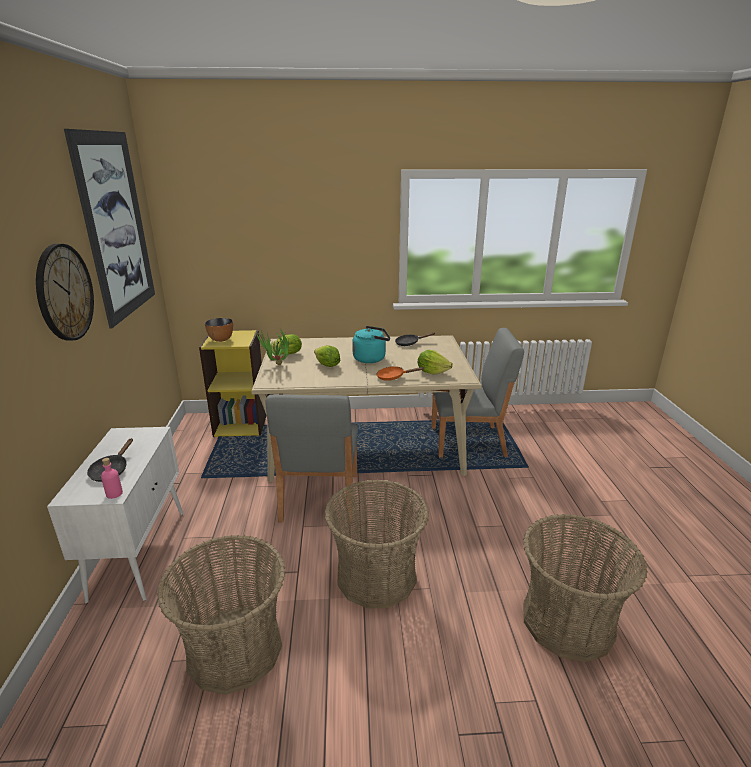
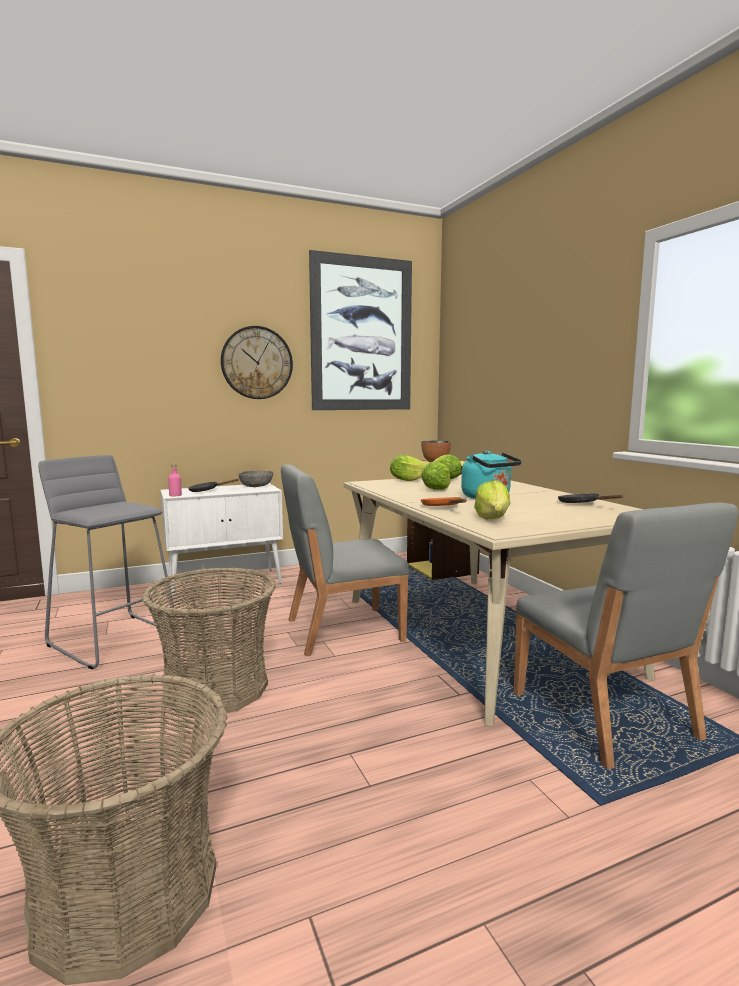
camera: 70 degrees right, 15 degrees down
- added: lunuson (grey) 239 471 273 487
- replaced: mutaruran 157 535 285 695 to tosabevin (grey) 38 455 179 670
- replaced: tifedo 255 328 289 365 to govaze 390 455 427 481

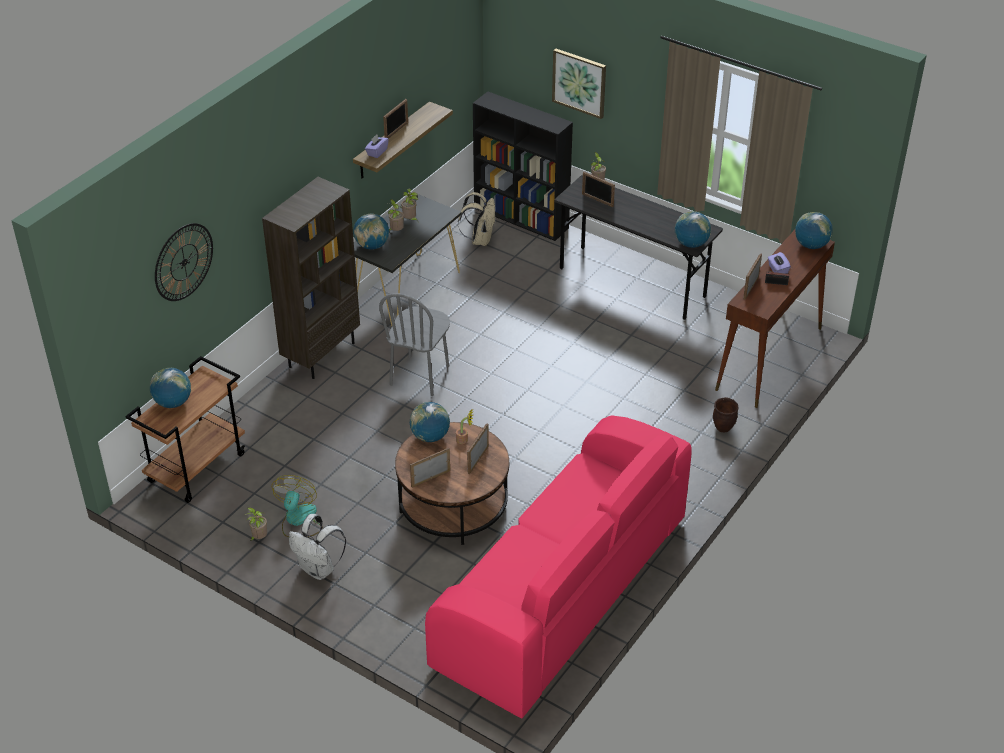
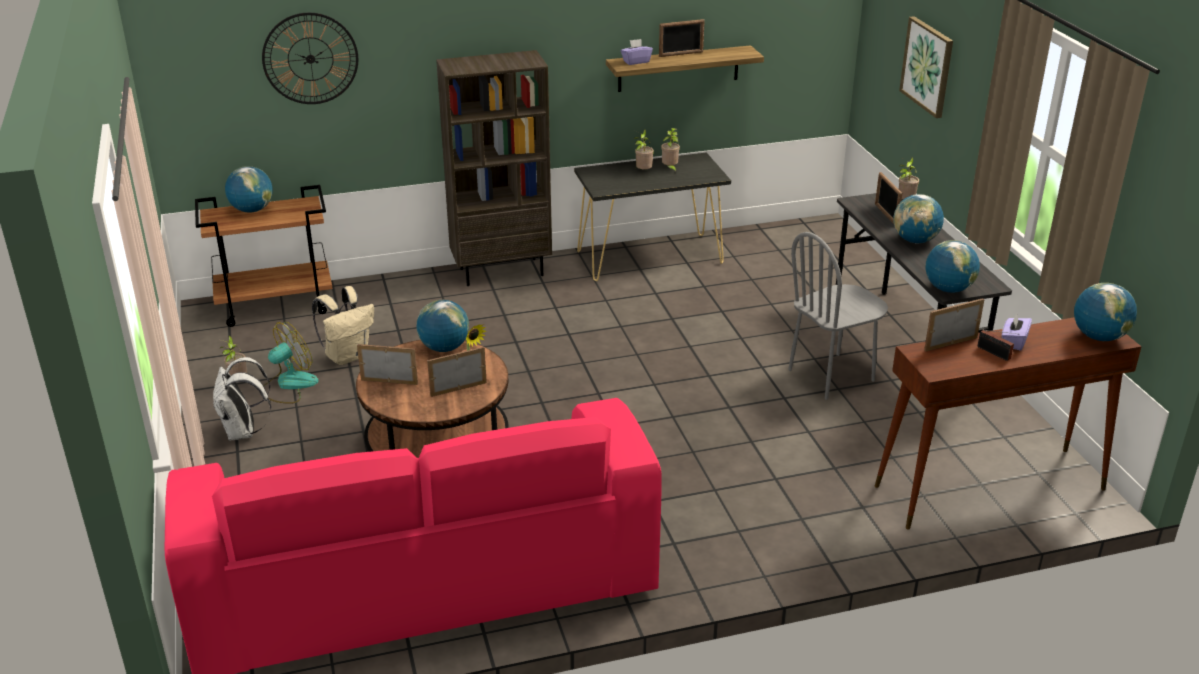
camera: 40 degrees right, 10 degrees down
- removed: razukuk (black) 473 91 573 241
- removed: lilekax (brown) 713 397 739 432
- moved: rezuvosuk 353 213 389 250 to 893 194 944 243
- moved: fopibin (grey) 379 293 450 396 to 788 232 888 400
- moved: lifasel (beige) 458 192 496 246 to 312 286 374 365

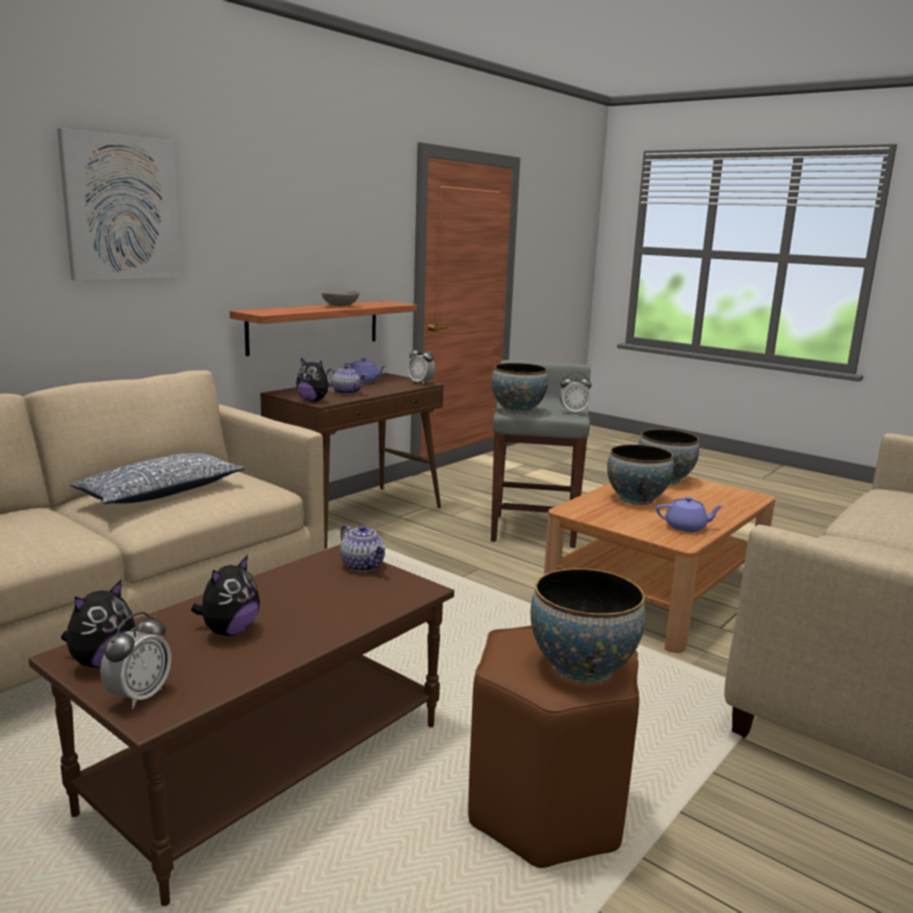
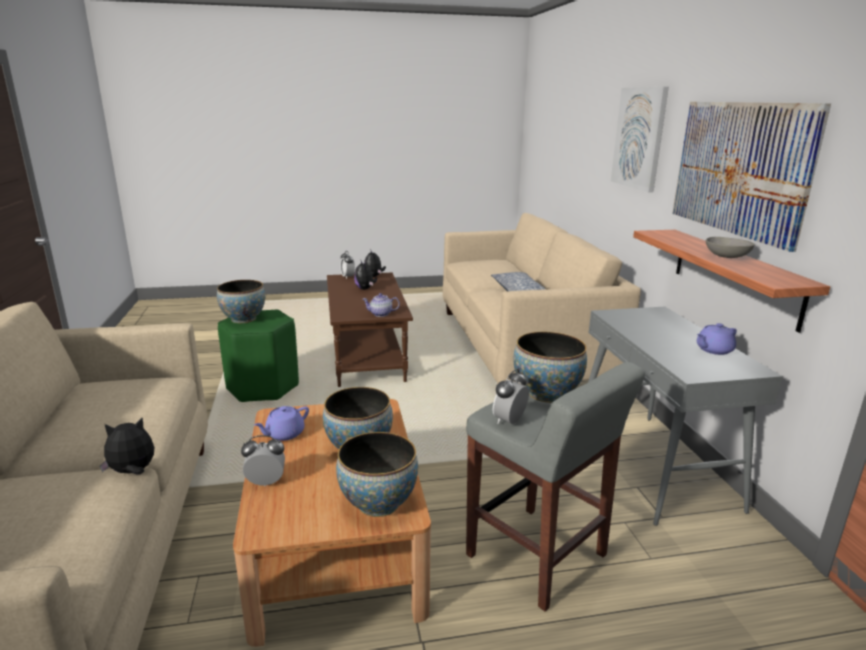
camera: 130 degrees right, 5 degrees up
- removed: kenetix 326 365 367 395
- added: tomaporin 672 102 831 252
- moved: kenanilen 296 358 334 402 to 100 418 154 475
- moved: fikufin 408 345 435 385 to 241 435 285 486
- recoloured: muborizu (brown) 260 373 444 549 to muborizu (grey) 588 307 783 526
- recoloured: tosabevin (brown) 468 625 639 868 to tosabevin (green) 218 310 299 402

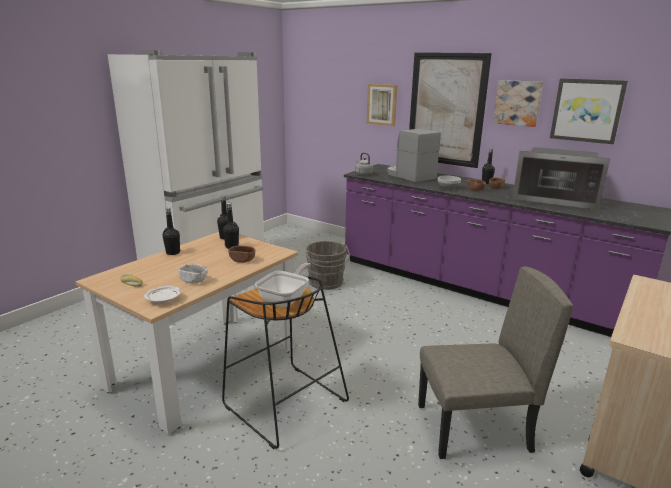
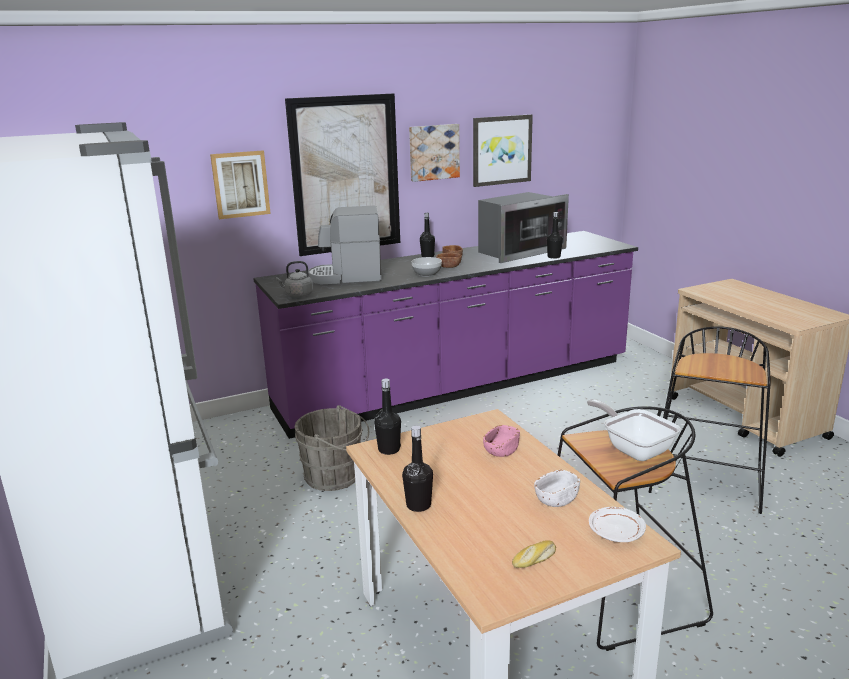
camera: 60 degrees left, 0 degrees up
- moved: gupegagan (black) 223 203 239 249 to 547 212 563 259
- replaced: fopibin (beige) 418 266 573 459 to tosabevin (black) 649 326 771 514
- recoloured: lunuson (brown) 228 246 255 263 to lunuson (pink) 483 425 520 457

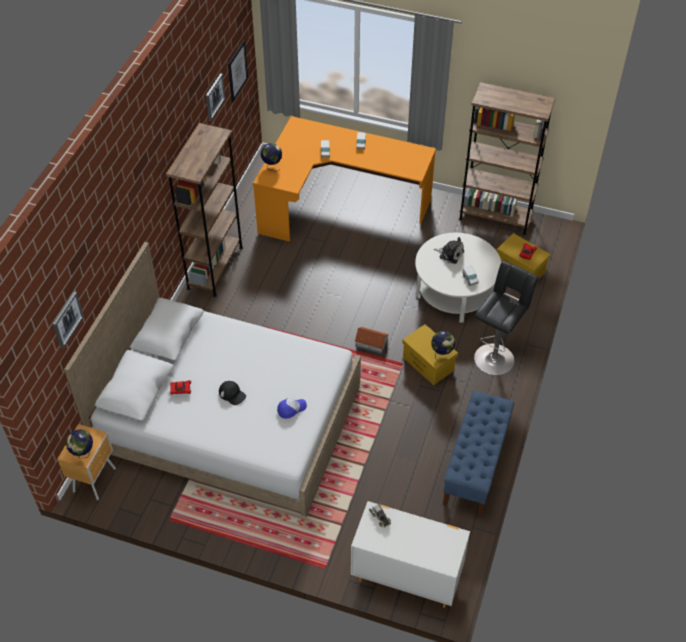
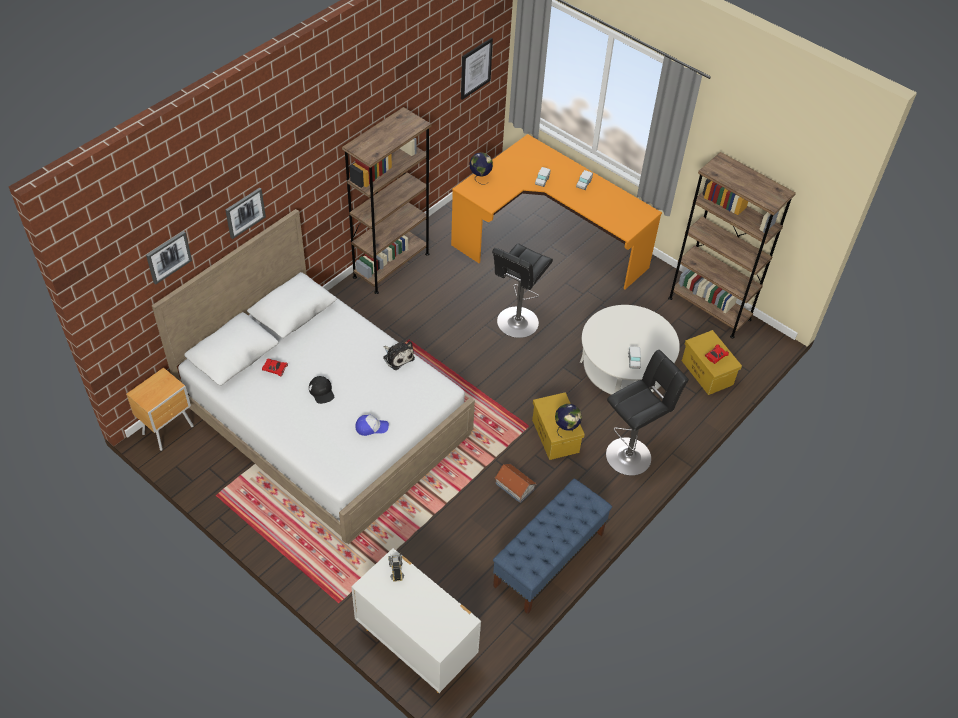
camera: 20 degrees right, 0 degrees up
- removed: rezuvosuk 66 429 93 459
- added: tosabevin (black) 492 243 553 338
- moved: tomaporin 206 73 225 121 to 225 188 266 239
- moved: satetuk 355 327 389 354 to 495 464 536 503
- moved: kenanilen 434 237 464 264 to 383 341 415 370

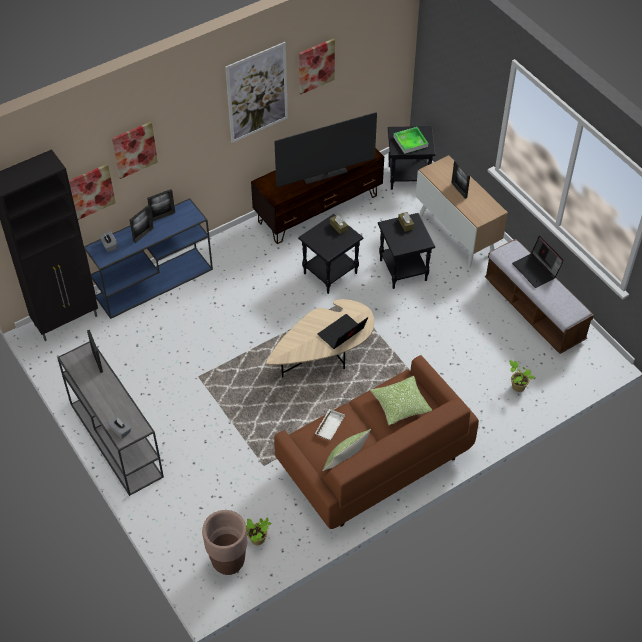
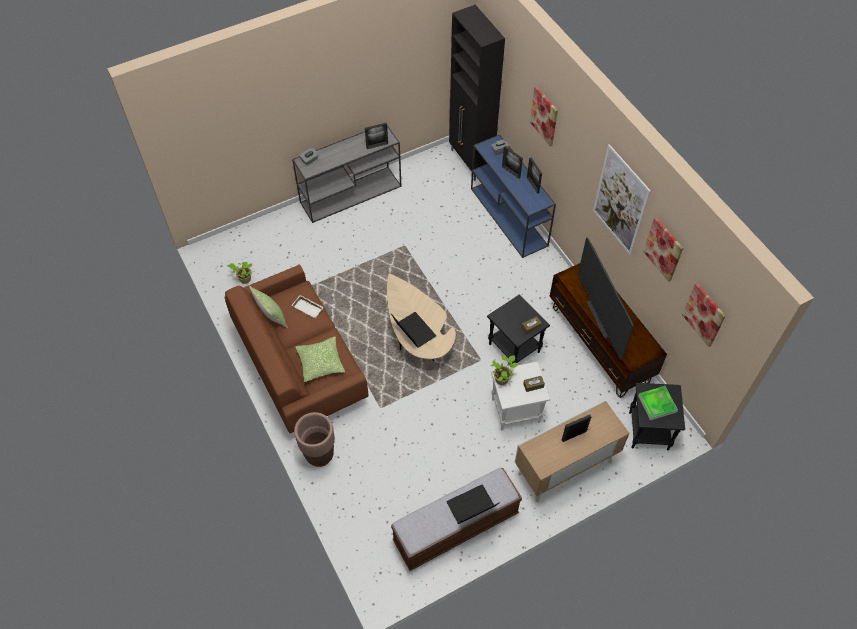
camera: 95 degrees right, 5 degrees up
- moved: tomaporin 69 164 116 220 to 682 283 726 347
- moved: lilekax (brown) 202 510 247 575 to 294 412 335 467
- moved: tifedo 509 360 535 392 to 491 355 518 385
- recoloured: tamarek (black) 378 213 435 289 to tamarek (white) 491 362 550 431

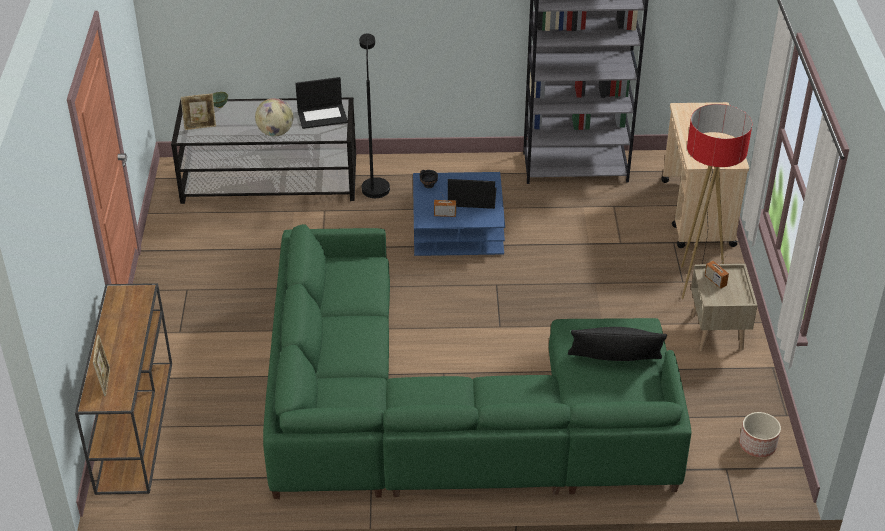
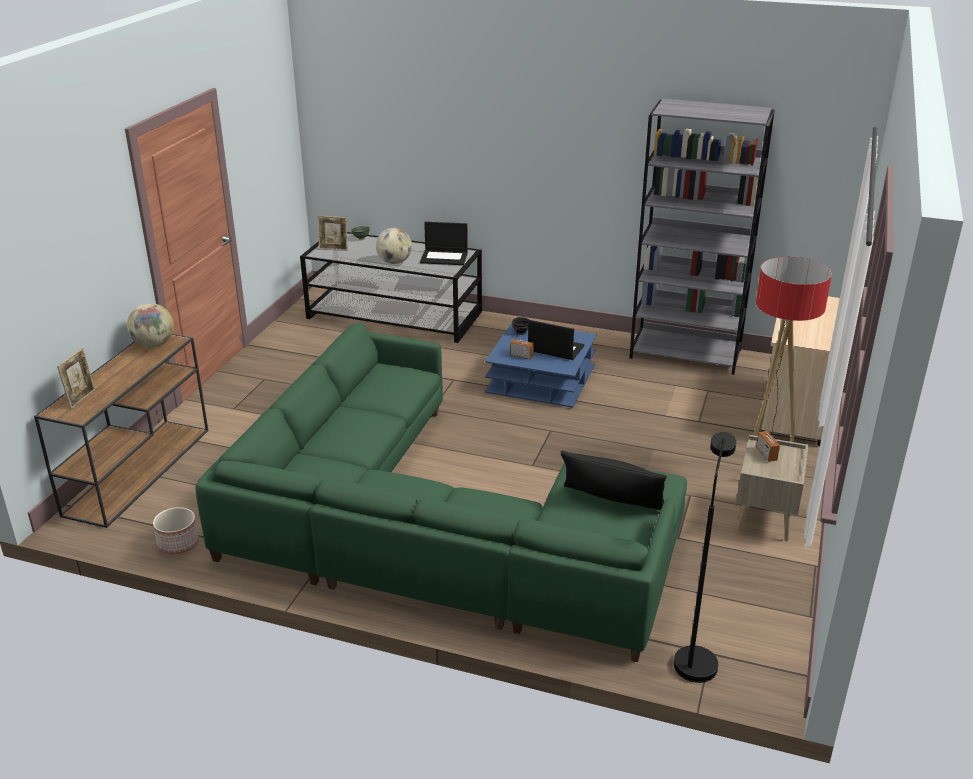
camera: 20 degrees right, 10 degrees down
- added: rezuvosuk 127 303 174 348
- moved: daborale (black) 359 33 390 198 to 674 432 736 683
- moved: lilekax 739 412 781 457 to 153 507 199 555

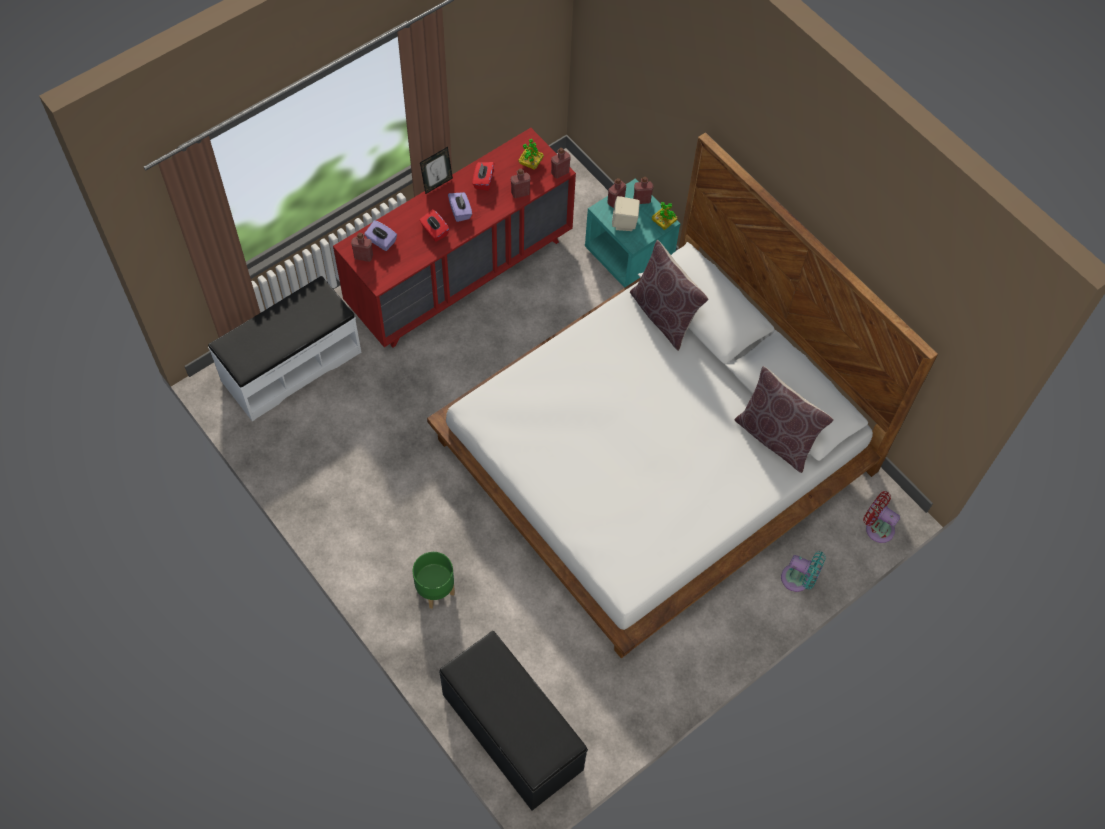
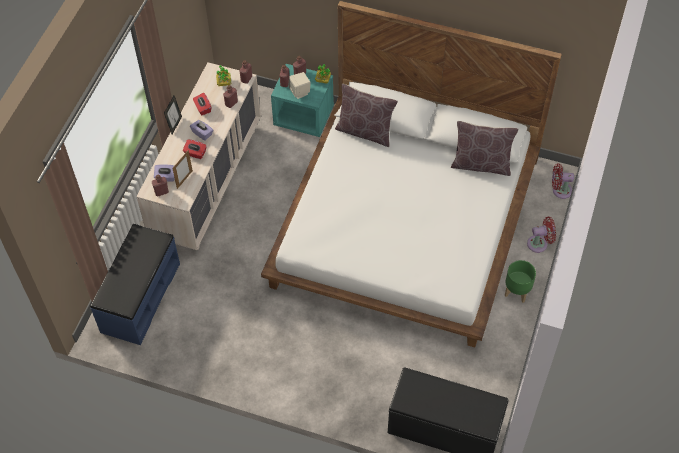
camera: 30 degrees left, 5 degrees down
- added: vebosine 172 150 193 189
- moved: lilekax (green) 413 552 455 609 to 505 260 536 303
- recoloured: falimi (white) 208 276 361 421 to falimi (blue) 90 224 180 345
- recoloured: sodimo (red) 333 128 576 348 to sodimo (beige) 136 62 261 250
- recoloured: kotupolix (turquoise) 781 552 826 592 to kotupolix (red) 527 216 556 253

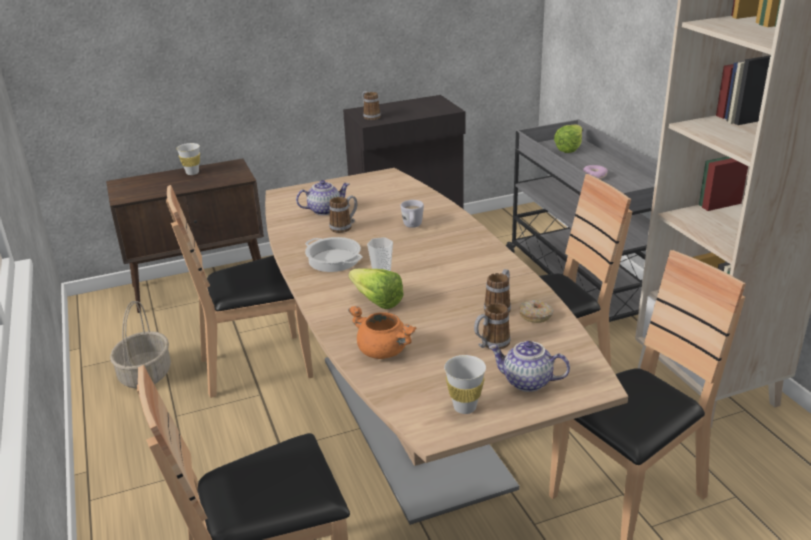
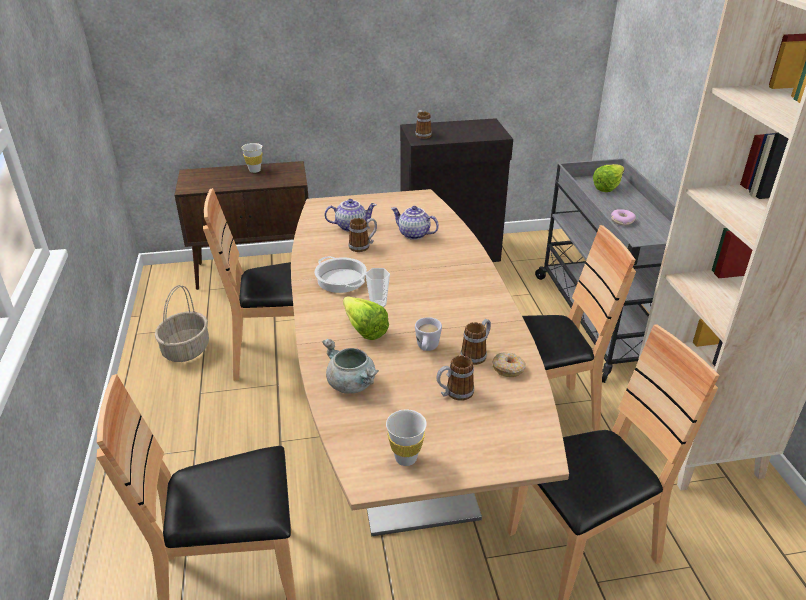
camera: 10 degrees right, 5 degrees up
- moved: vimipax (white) 400 200 424 228 to 415 317 442 351
- moved: kenetix 489 341 570 392 to 391 206 439 240
- recoloured: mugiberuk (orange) 348 306 416 359 to mugiberuk (grey) 322 339 379 394

